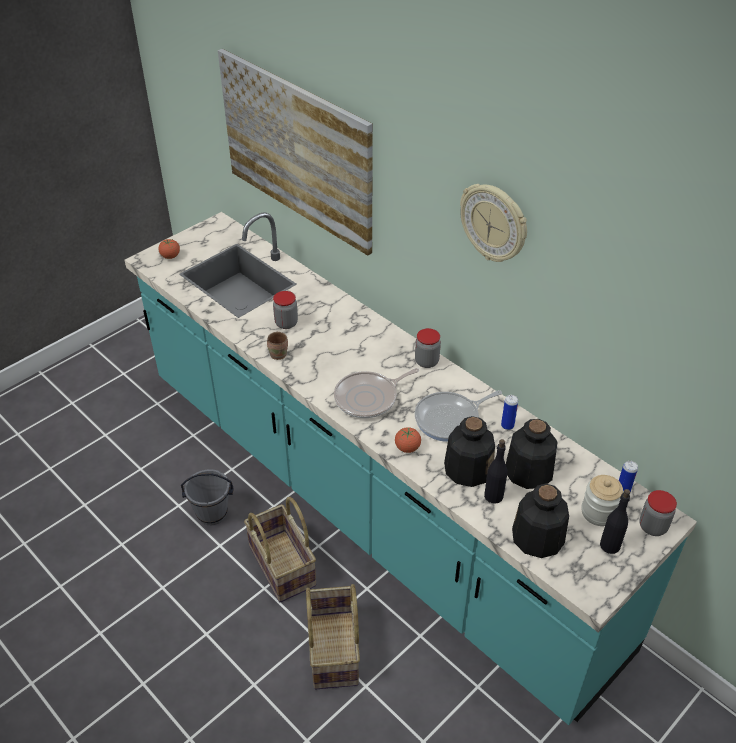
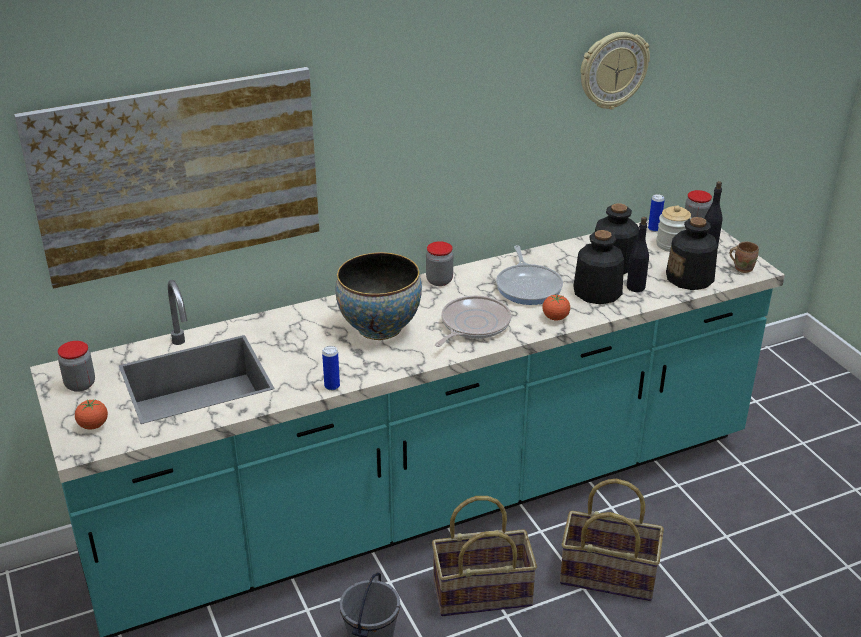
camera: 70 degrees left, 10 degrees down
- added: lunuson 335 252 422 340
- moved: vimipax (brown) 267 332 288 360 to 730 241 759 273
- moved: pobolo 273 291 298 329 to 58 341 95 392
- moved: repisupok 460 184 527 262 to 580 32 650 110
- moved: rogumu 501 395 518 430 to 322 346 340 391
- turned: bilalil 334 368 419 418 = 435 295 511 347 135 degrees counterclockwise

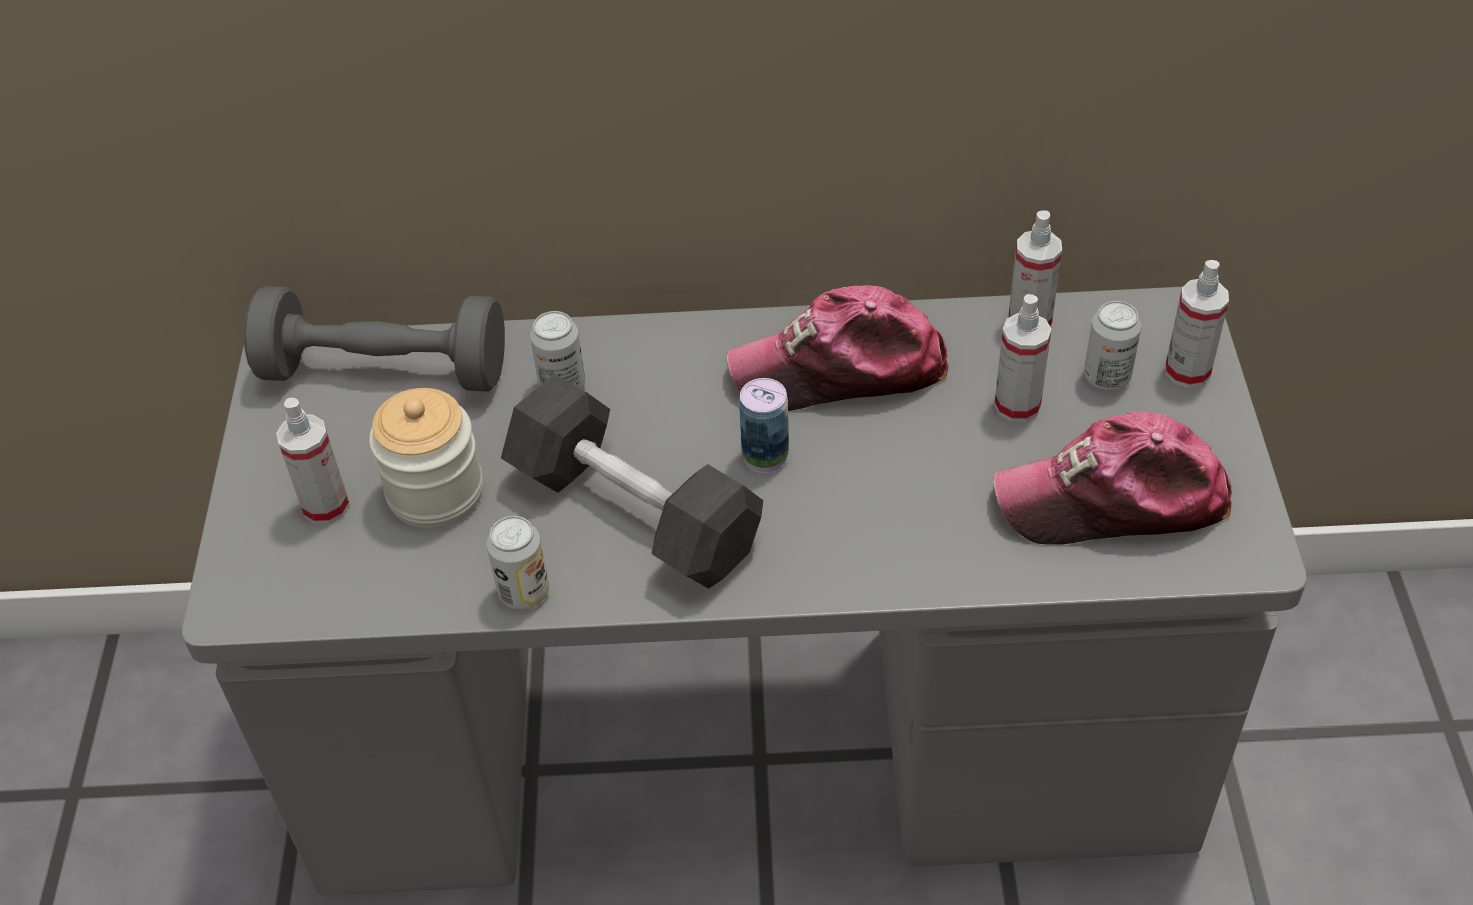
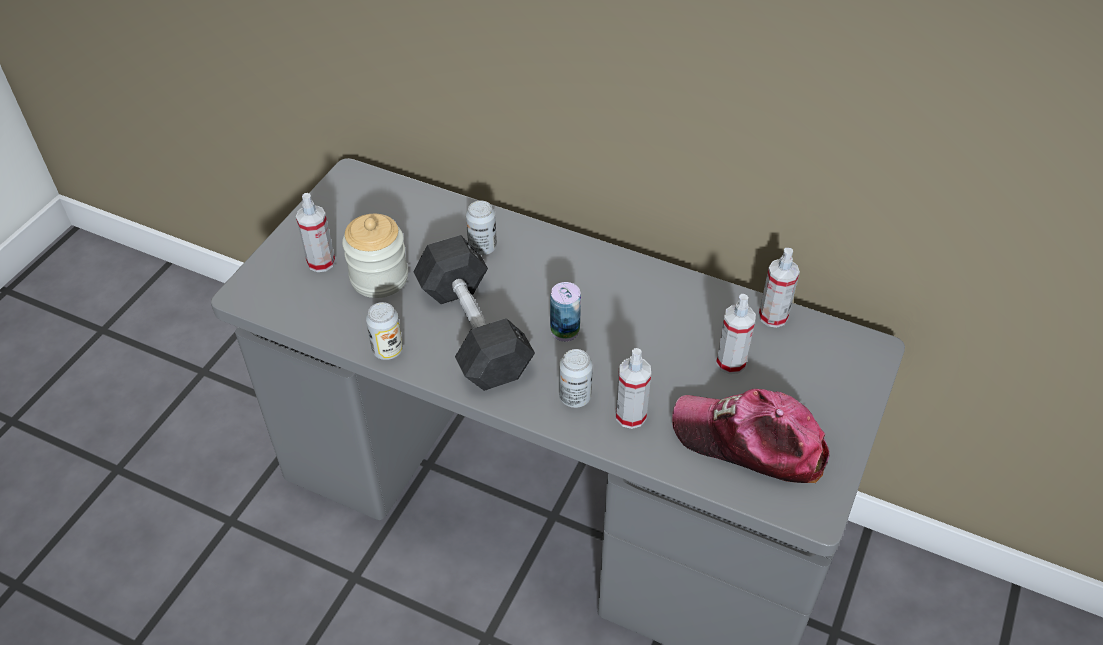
camera: 25 degrees right, 0 degrees up
- removed: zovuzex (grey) 244 286 505 392
- removed: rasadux 727 285 949 411
- moved: rogumu 1084 301 1141 391 to 559 349 593 408
- moved: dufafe 1165 260 1229 388 to 616 348 651 429

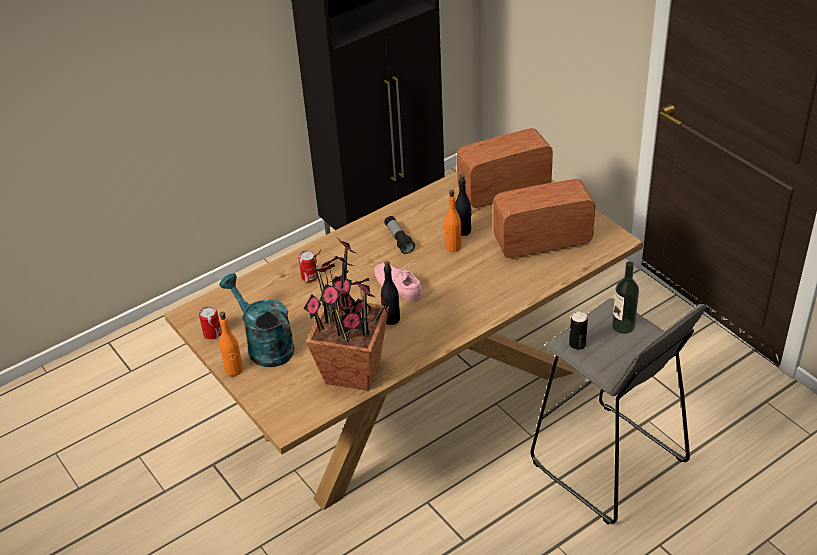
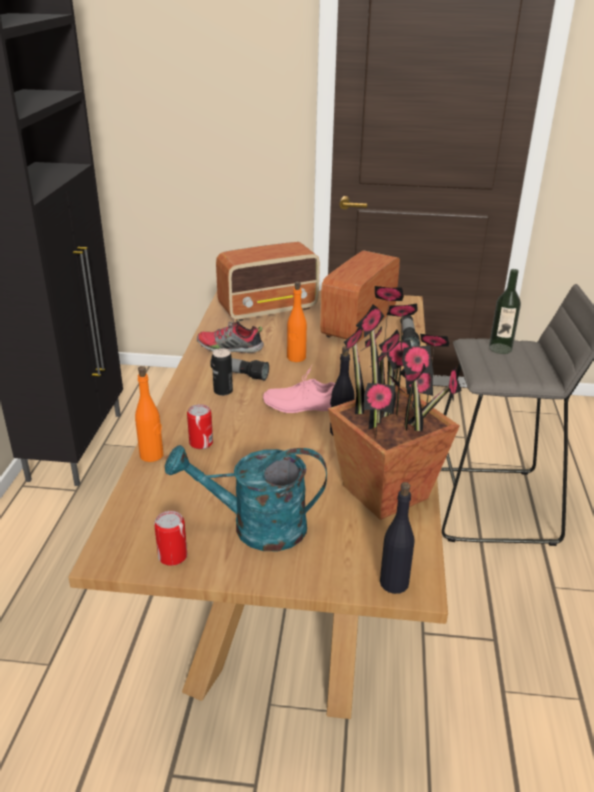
camera: 50 degrees left, 10 degrees down
- added: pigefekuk 197 319 264 353
- added: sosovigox 401 315 420 347
- moved: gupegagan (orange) 220 312 243 376 to 135 366 163 462
- moved: gupegagan (black) 455 174 472 236 to 380 482 414 594
- moved: rogumu 569 311 588 350 to 212 348 233 396
- turned: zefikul 457 128 553 208 = 216 242 320 321 135 degrees counterclockwise

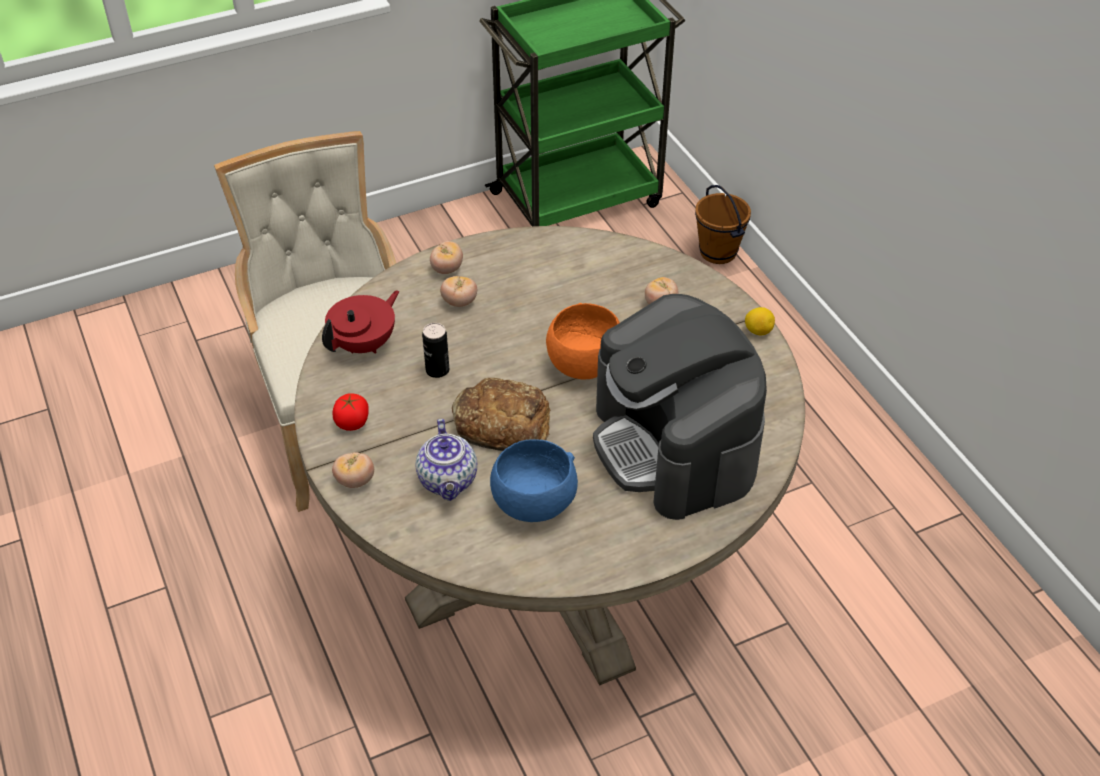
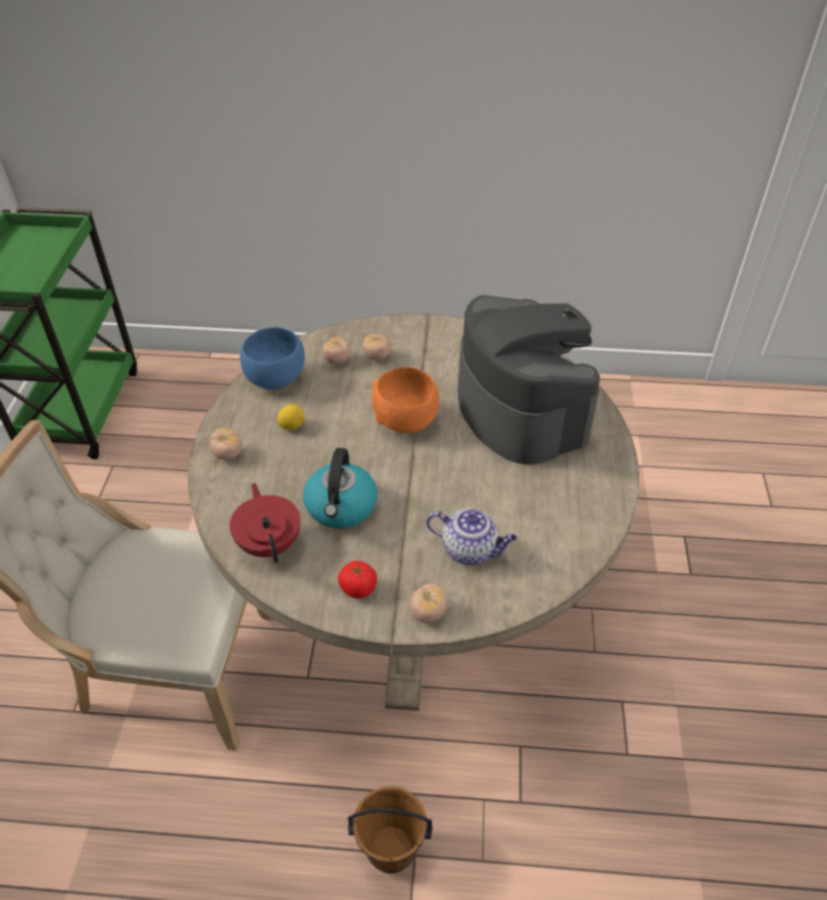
camera: 60 degrees left, 0 degrees up
- removed: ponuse 452 378 551 451
- moved: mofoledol 440 276 477 307 to 322 337 351 364
- moved: lunuson (blue) 490 439 578 522 to 240 327 305 389
- moved: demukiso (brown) 695 185 751 264 to 348 786 432 873
- moved: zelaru 745 307 775 335 to 277 404 305 430
- replaced: rogumu 422 323 449 378 to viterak 303 448 377 529
- turned: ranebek 593 294 767 520 = 458 295 600 465 120 degrees counterclockwise

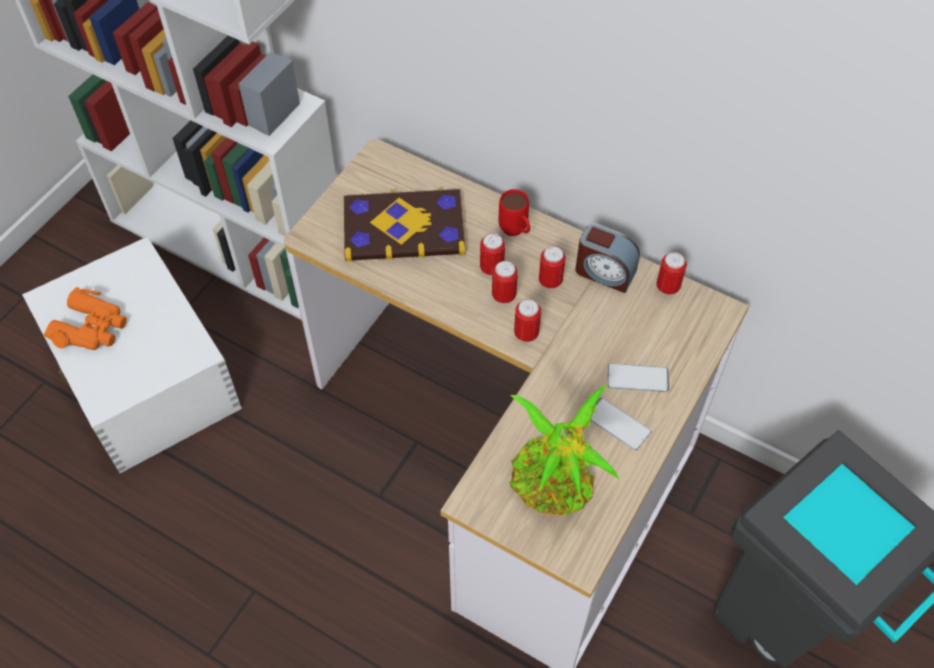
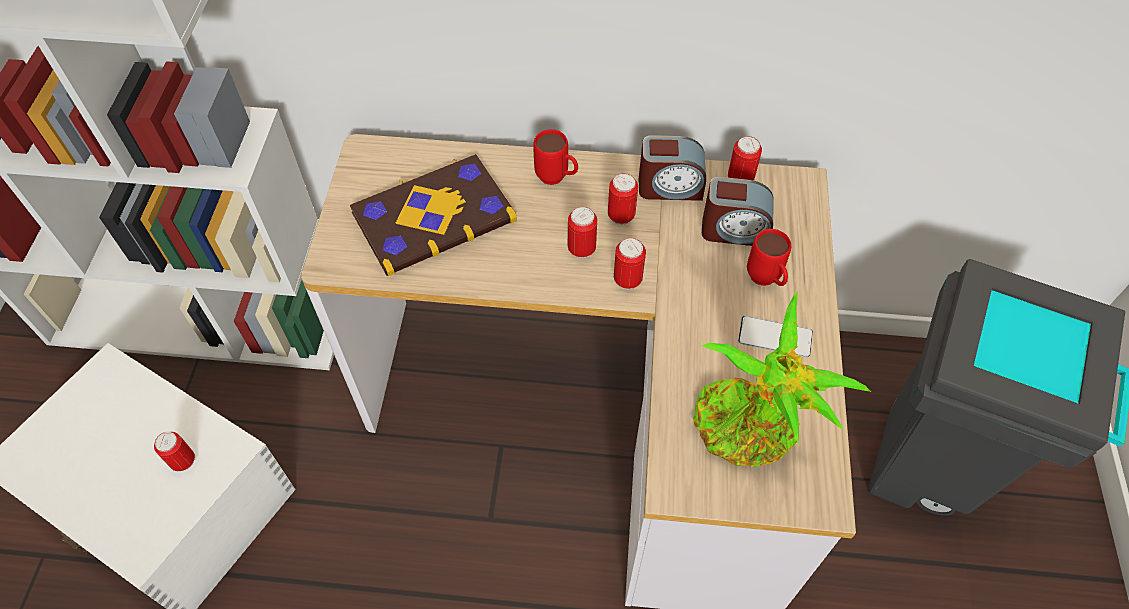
camera: 25 degrees left, 0 degrees up
- removed: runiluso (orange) 44 287 127 350
- added: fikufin 702 177 774 246
- moved: rogumu 480 233 505 276 to 154 432 195 471
- replaced: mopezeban 608 364 669 392 to vimipax (red) 747 229 791 286

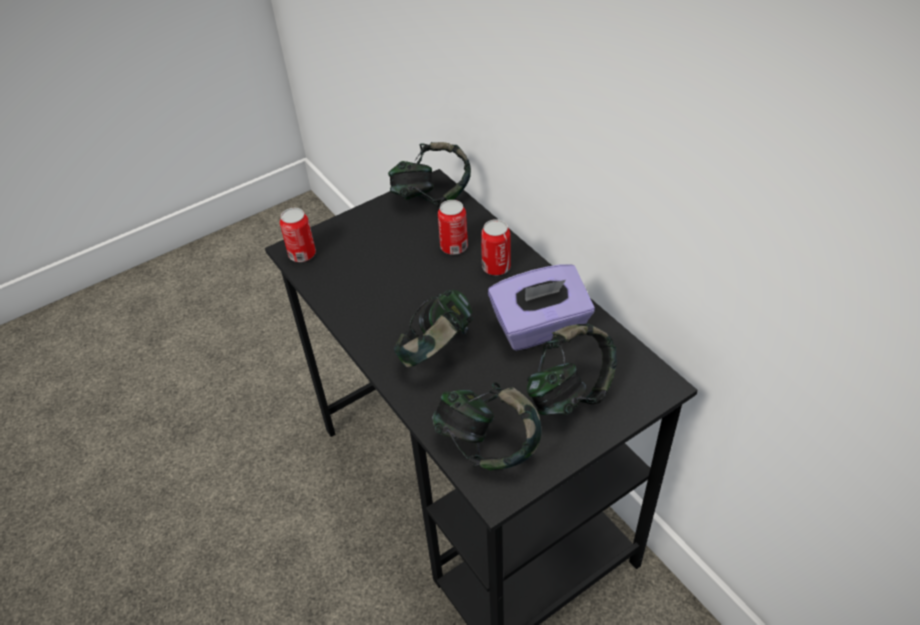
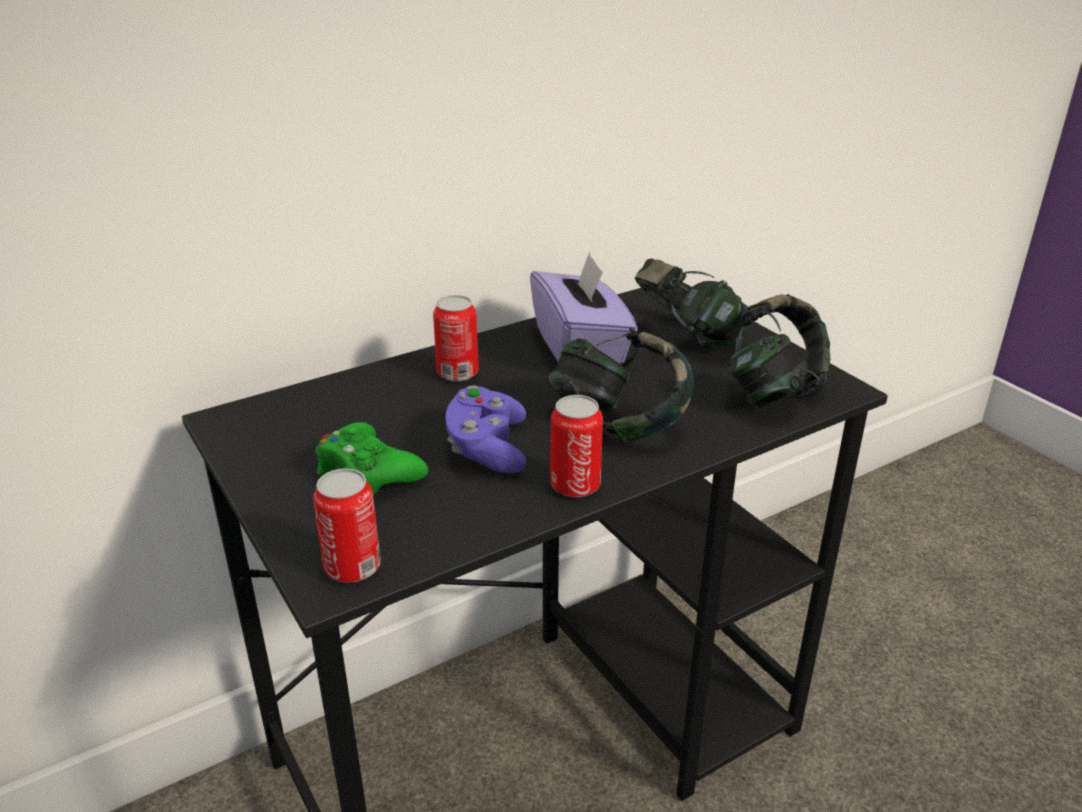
camera: 90 degrees left, 15 degrees down
- removed: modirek 388 142 471 207
- added: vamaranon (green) 315 422 428 495
- added: vamaranon (purple) 446 385 526 473
- moved: rogumu 438 200 468 255 to 550 395 603 497

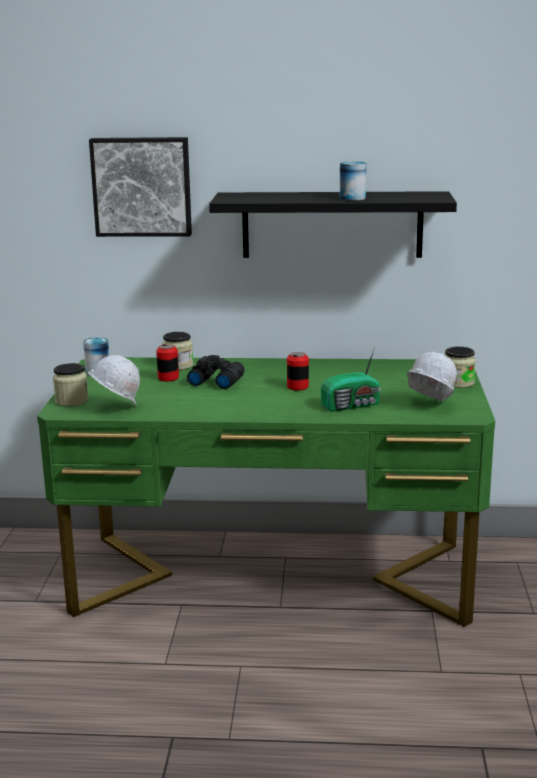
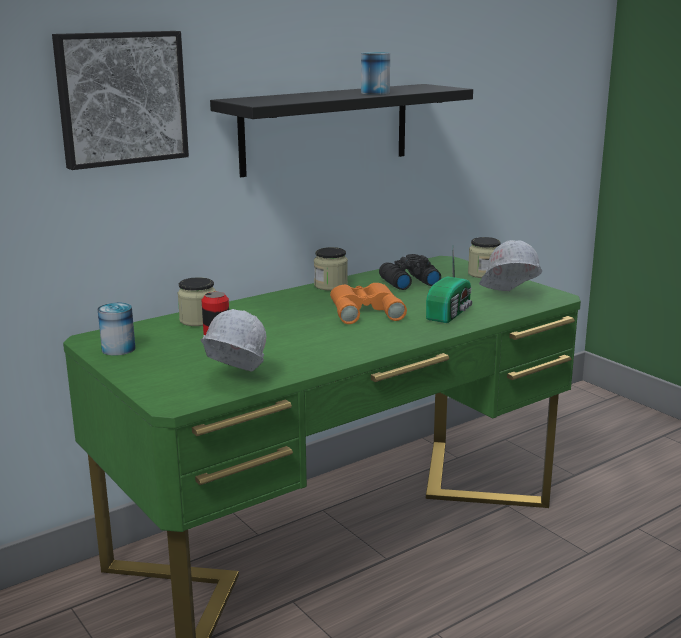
camera: 40 degrees left, 0 degrees up
- moved: pobolo 53 363 88 406 to 314 247 348 290
- moved: runiluso (black) 187 355 245 389 to 379 254 441 290
- replaced: rogumu 287 352 309 391 to runiluso (orange) 330 283 407 324

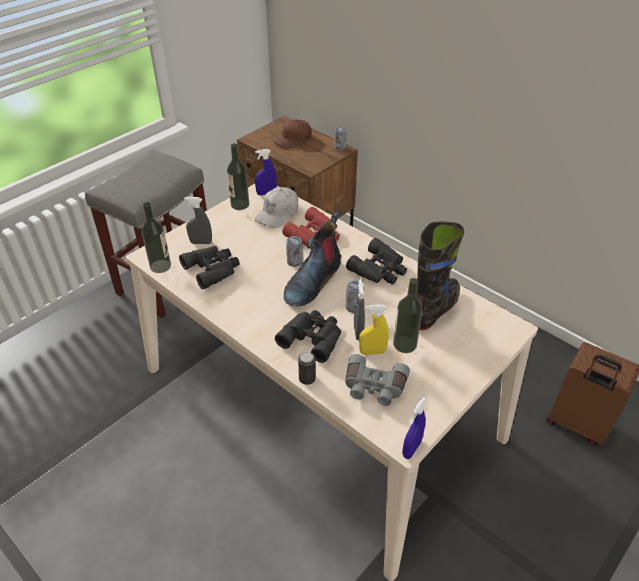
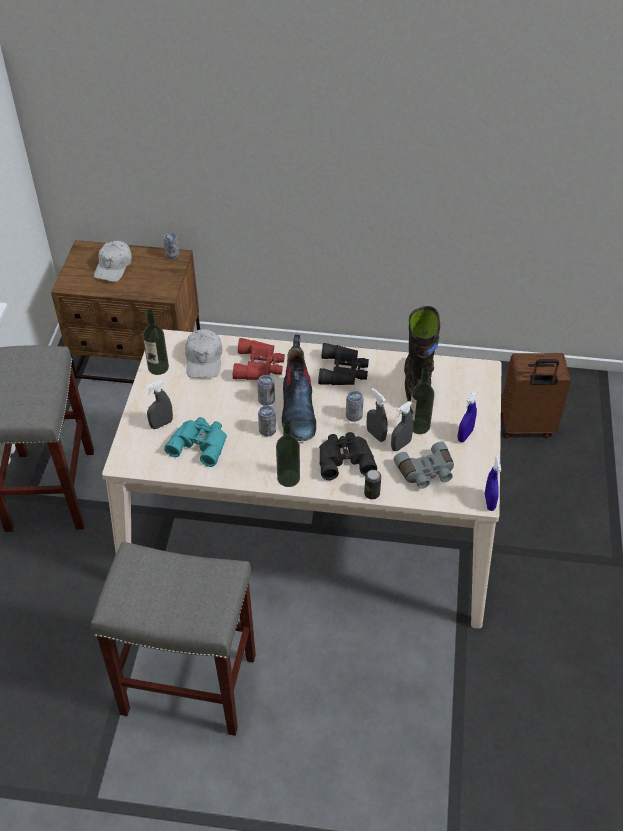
camera: 35 degrees left, 5 degrees up
- added: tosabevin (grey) 91 542 256 736
- added: rogumu 258 405 276 437
- moved: gupegagan 142 202 171 273 to 276 420 300 487
- moved: dufafe (blue) 255 149 277 196 to 457 391 477 442
- recoloured: runiluso (black) 179 246 240 290 to runiluso (turquoise) 164 417 227 467
- recoloured: rasadux (brown) 273 119 311 149 to rasadux (white) 94 241 132 282
- recoloured: dufafe (yellow) 359 304 389 355 to dufafe (grey) 391 401 413 451

